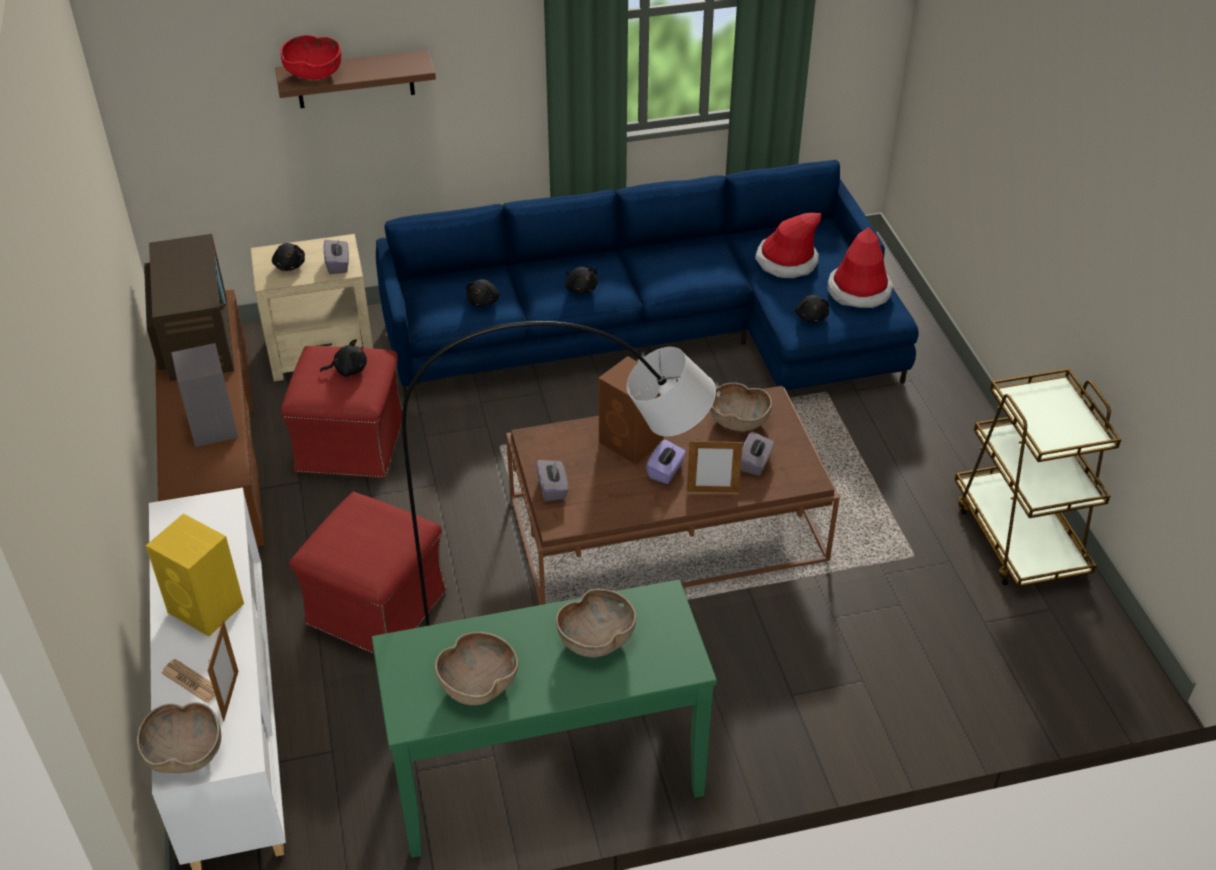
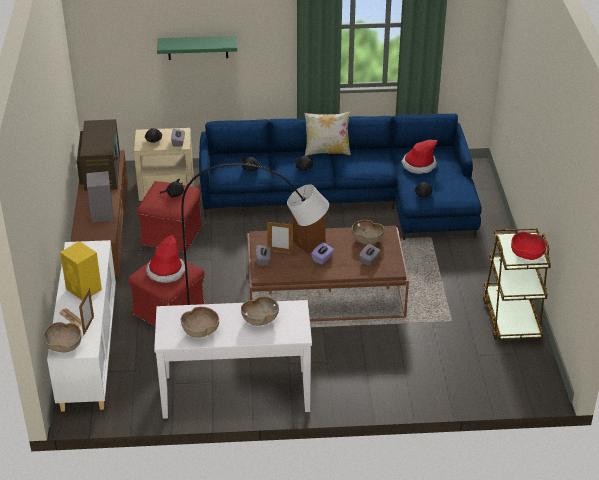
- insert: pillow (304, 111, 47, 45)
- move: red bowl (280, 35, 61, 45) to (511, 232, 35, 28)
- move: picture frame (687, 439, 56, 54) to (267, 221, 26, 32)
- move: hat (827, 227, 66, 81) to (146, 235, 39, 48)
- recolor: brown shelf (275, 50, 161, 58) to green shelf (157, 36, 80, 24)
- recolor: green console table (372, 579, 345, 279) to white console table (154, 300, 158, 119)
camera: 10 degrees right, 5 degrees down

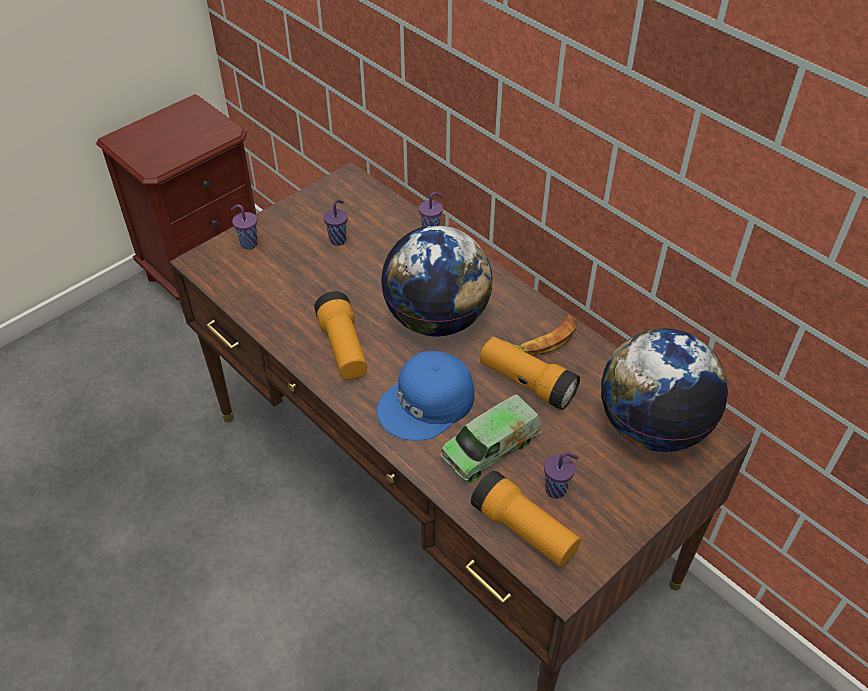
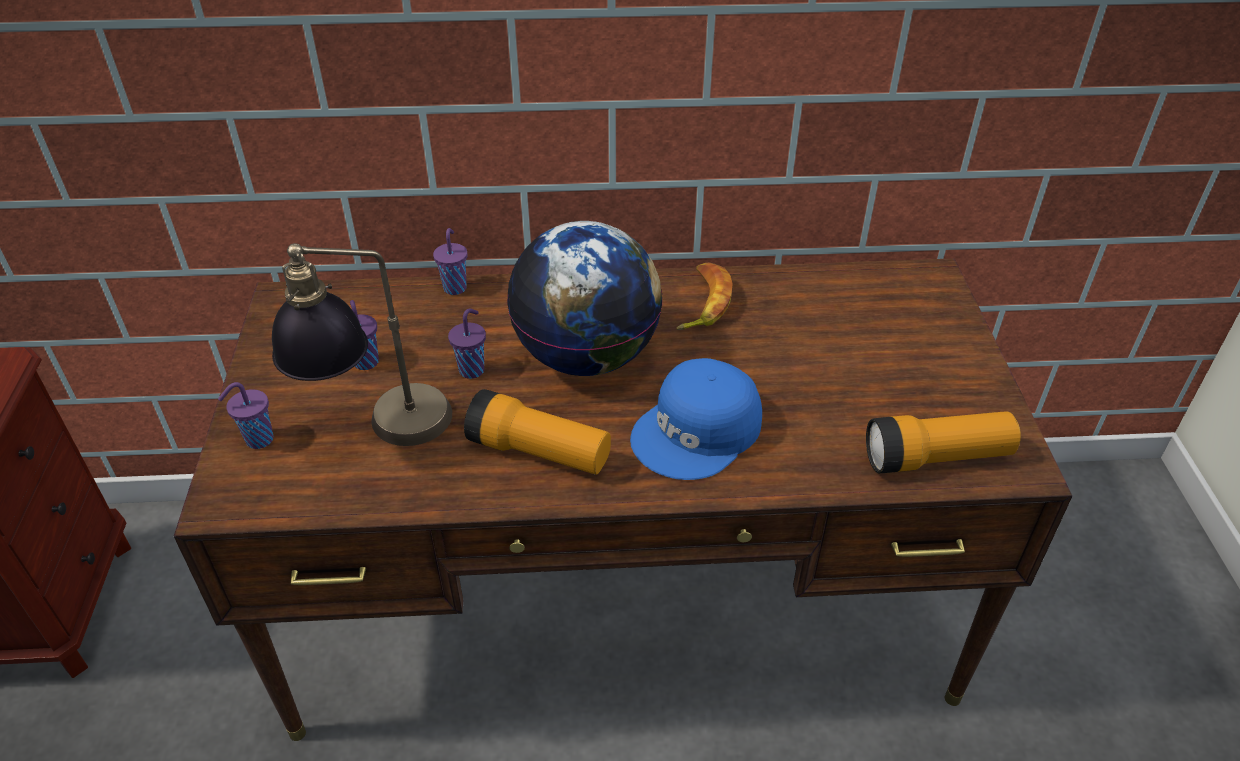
- delete: toy truck (440, 394, 101, 89)
- delete: flashlight (480, 337, 100, 73)
- delete: globe (601, 328, 127, 124)
- insert: table lamp (272, 243, 180, 203)
- move: purple cup (544, 452, 35, 47) to (448, 309, 38, 70)
- rotate: blue cap (377, 351, 98, 90) = (630, 358, 132, 122) 45 degrees clockwise
camera: 50 degrees left, 5 degrees down

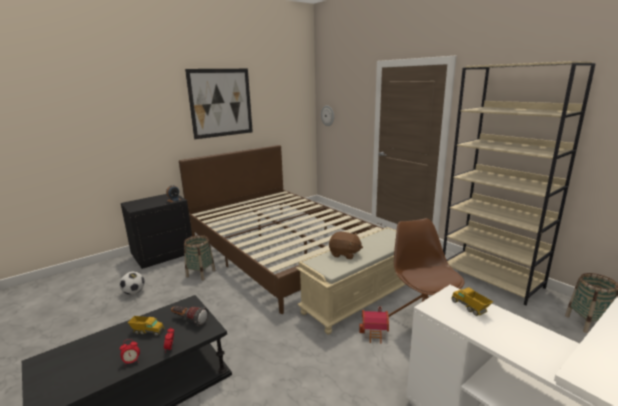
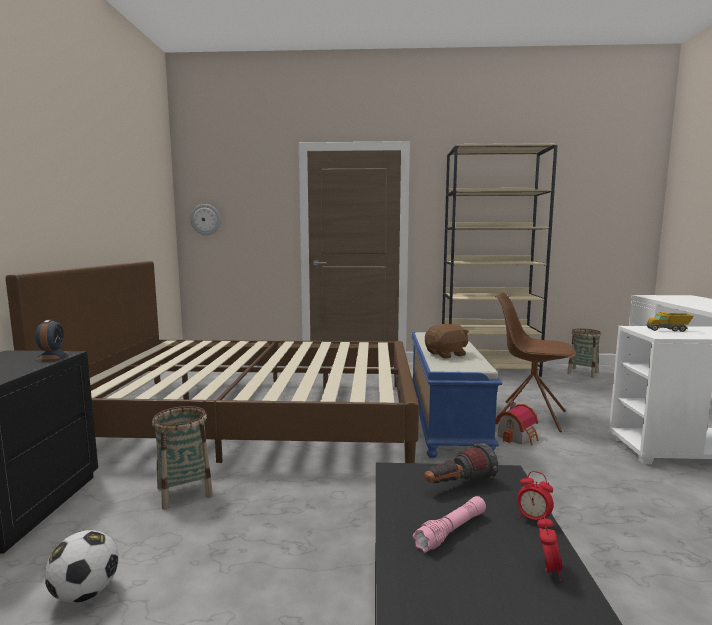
- delete: picture (185, 69, 68, 70)
- replace: toy truck (128, 316, 36, 20) to pink flashlight (412, 496, 74, 57)
- recolor: beige bench (296, 227, 110, 107) to blue bench (412, 332, 90, 126)
camera: 50 degrees left, 10 degrees down

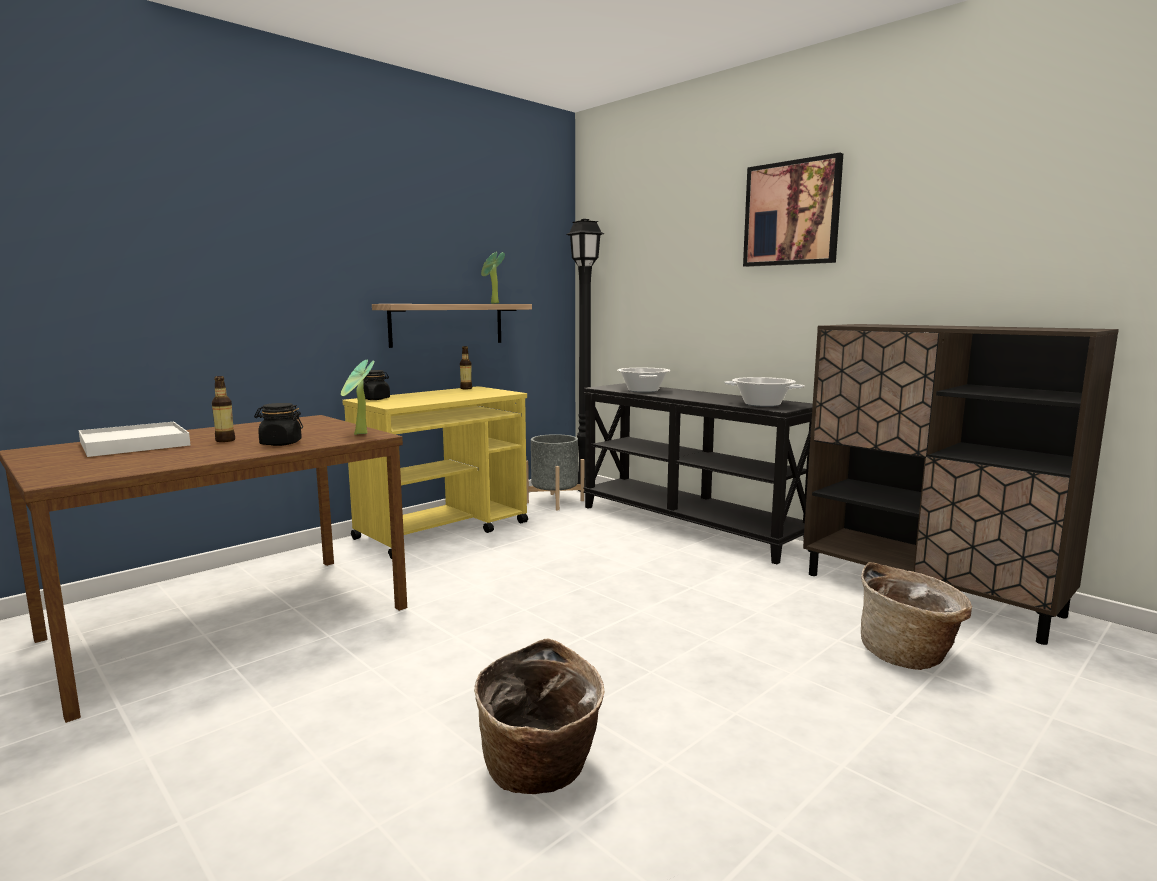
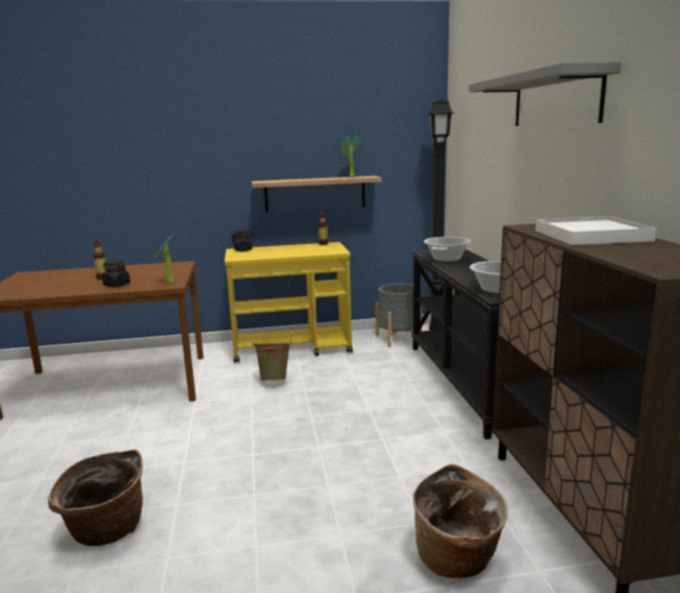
- insert: green bucket (253, 342, 39, 39)
- move: white tray (78, 422, 112, 35) to (536, 216, 120, 29)
- replace: picture (743, 153, 100, 114) to grey shelf (469, 62, 152, 64)
camera: 35 degrees right, 5 degrees up

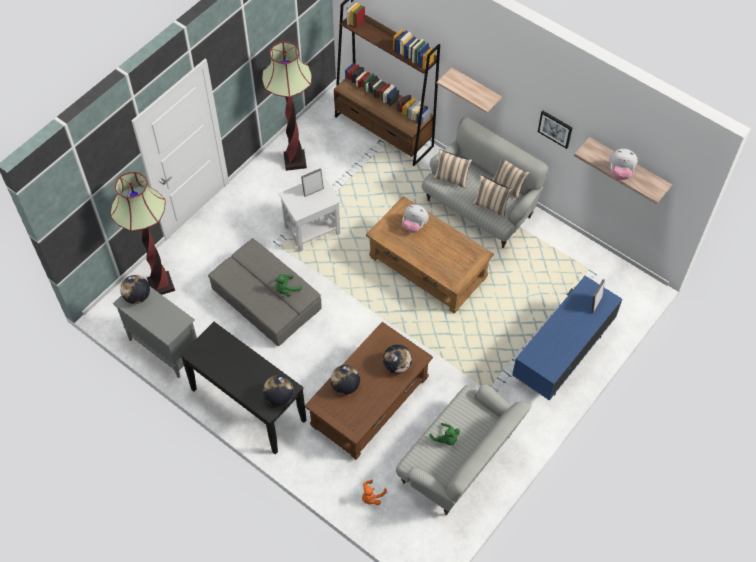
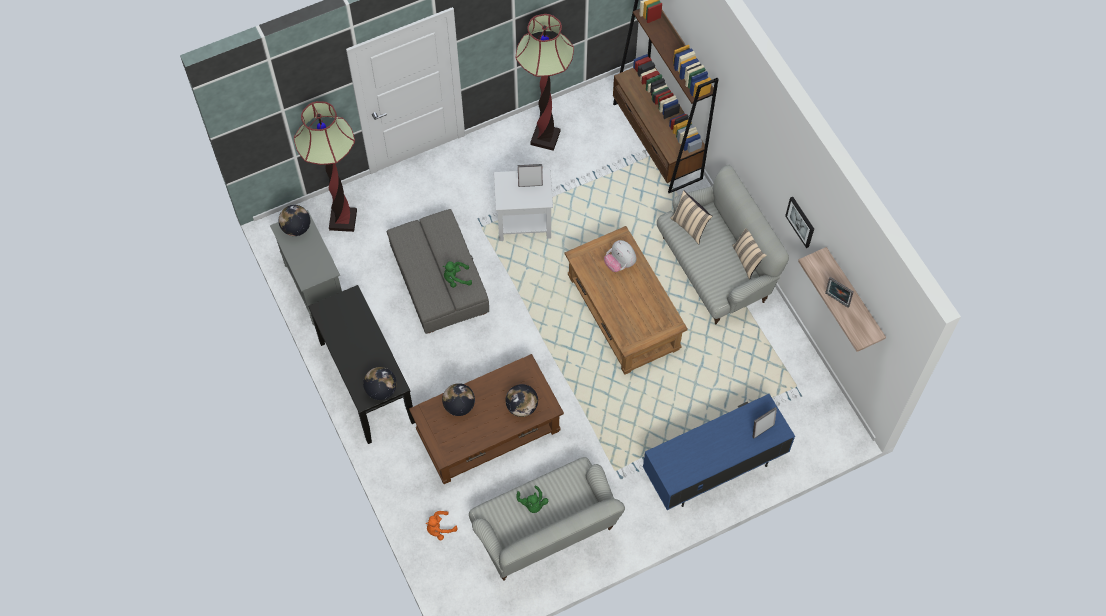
- delete: shelf (437, 67, 65, 46)
- delete: beige pillow (472, 175, 41, 43)
- replace: plush toy (609, 149, 29, 31) to picture frame (825, 277, 29, 31)
camera: 25 degrees right, 5 degrees up

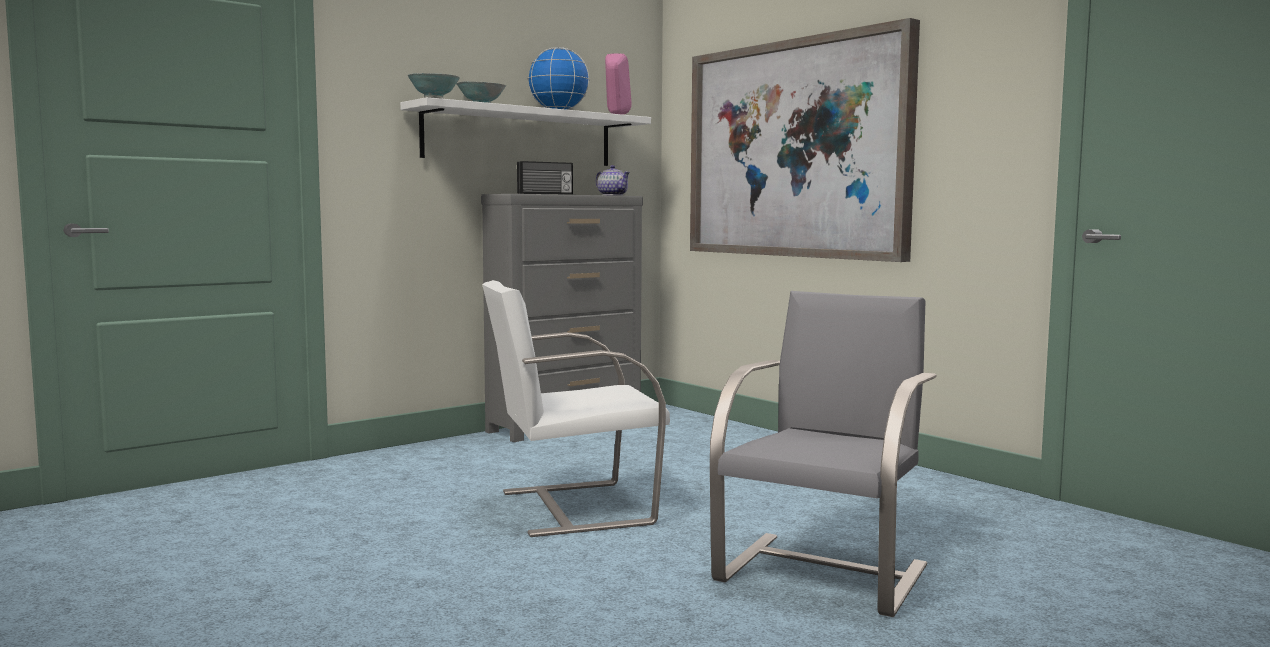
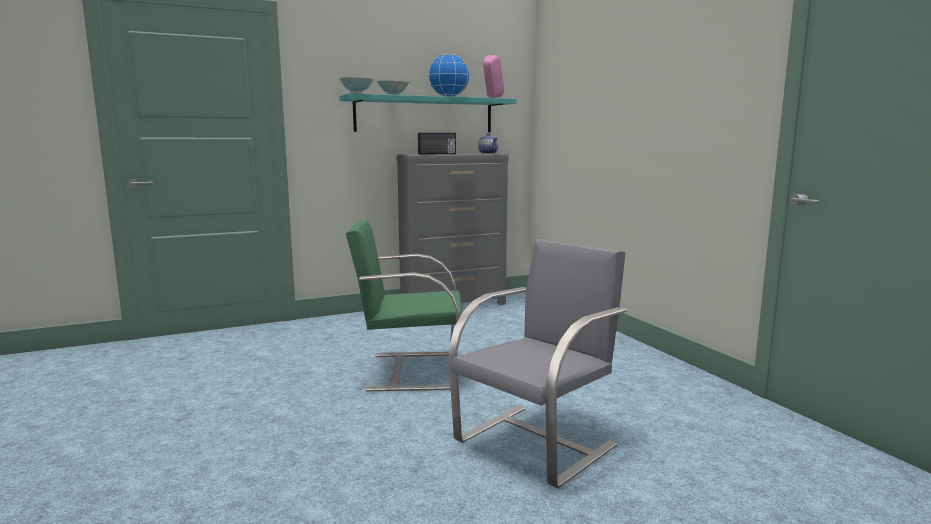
- delete: picture (690, 18, 230, 244)
- recolor: white shelf (400, 97, 251, 69) to turquoise shelf (340, 93, 177, 39)
- recolor: white chair (482, 280, 188, 257) to green chair (346, 219, 117, 172)
camera: 15 degrees right, 5 degrees up

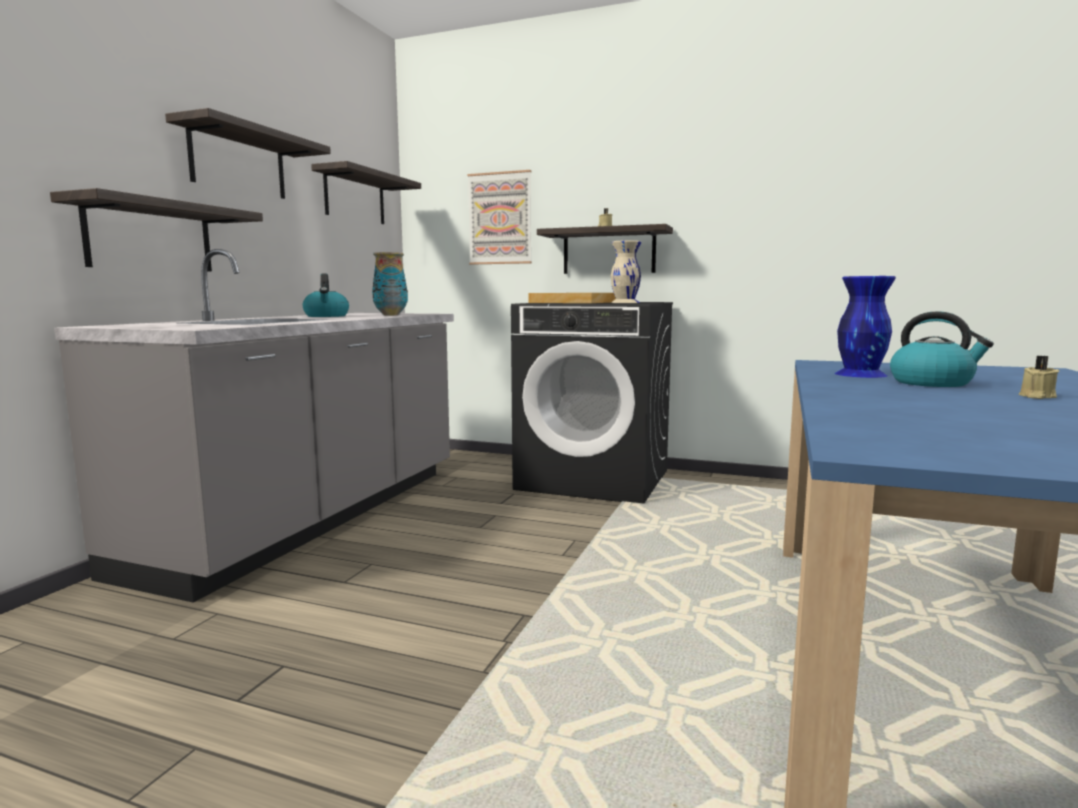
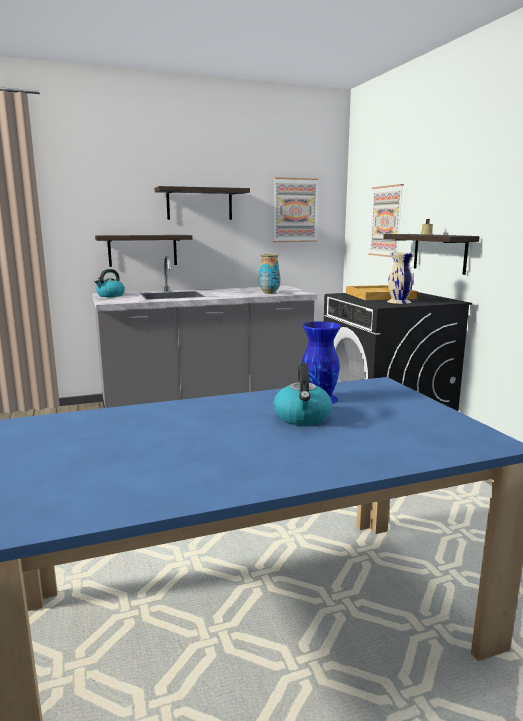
- delete: beige candle (1018, 356, 41, 43)
- move: kettle (302, 273, 47, 44) to (94, 269, 31, 28)
- replace: shelf (311, 161, 110, 63) to picture (273, 177, 45, 65)
camera: 50 degrees right, 5 degrees up

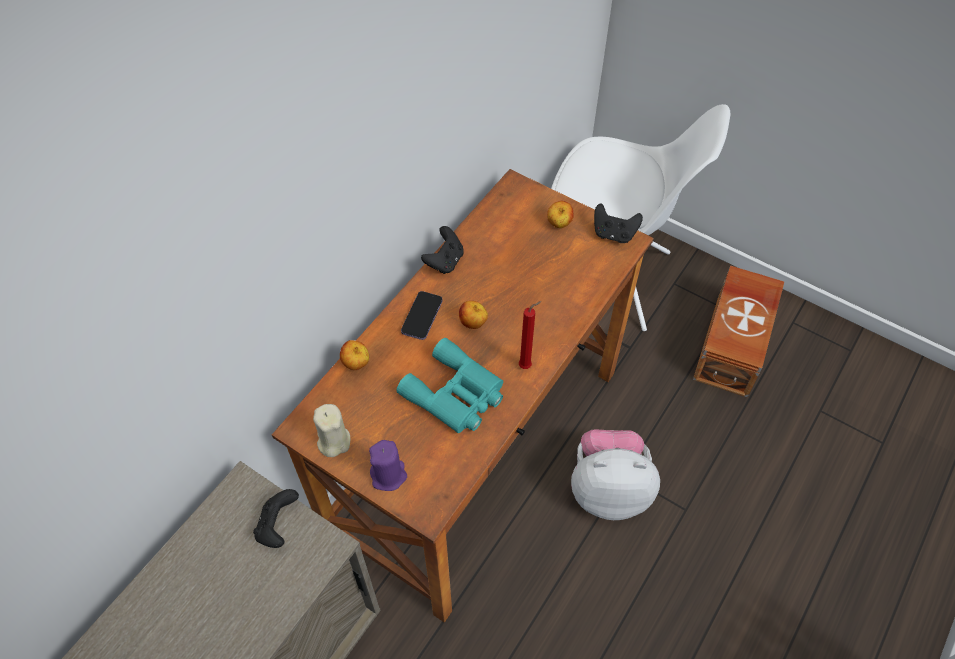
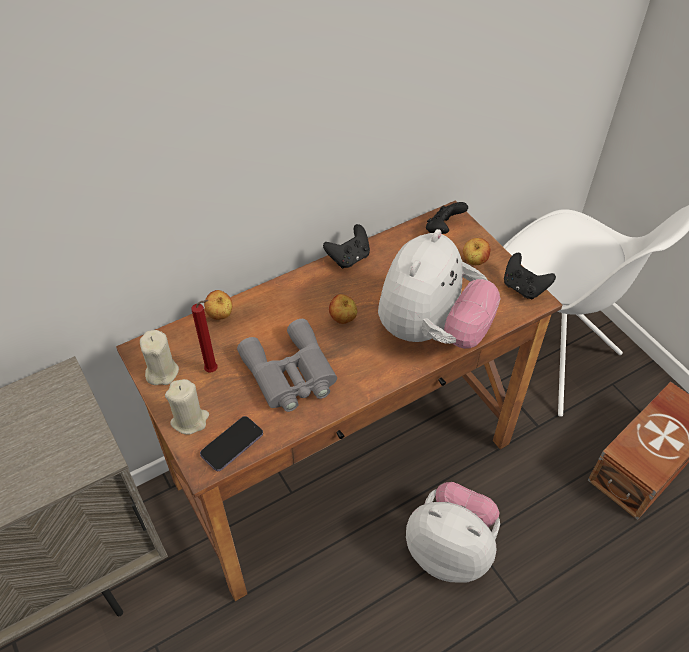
- insert: plush toy (378, 229, 122, 120)
- move: black game controller (253, 489, 46, 59) to (426, 202, 42, 32)
- move: phone (401, 291, 42, 49) to (200, 416, 63, 55)
- move: red candle (519, 301, 22, 68) to (191, 300, 27, 73)
- recolor: purple candle (369, 440, 38, 51) to beige candle (165, 379, 44, 56)
- recolor: turquoise binoculars (397, 338, 106, 95) to grey binoculars (237, 319, 100, 93)
camera: 25 degrees right, 5 degrees down

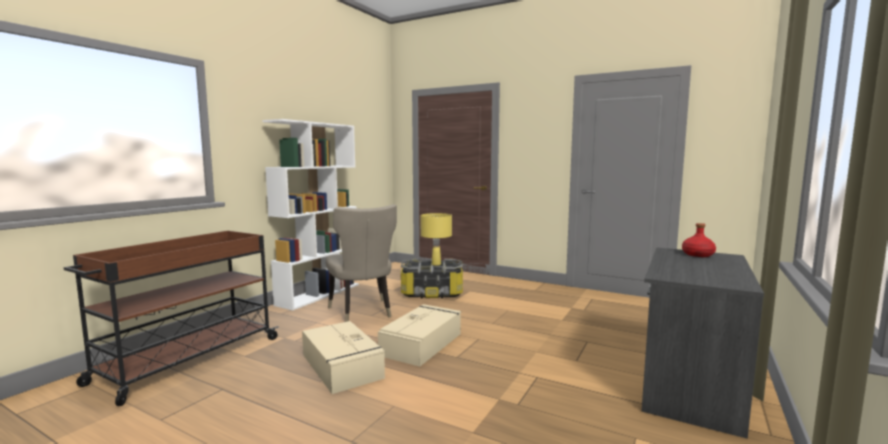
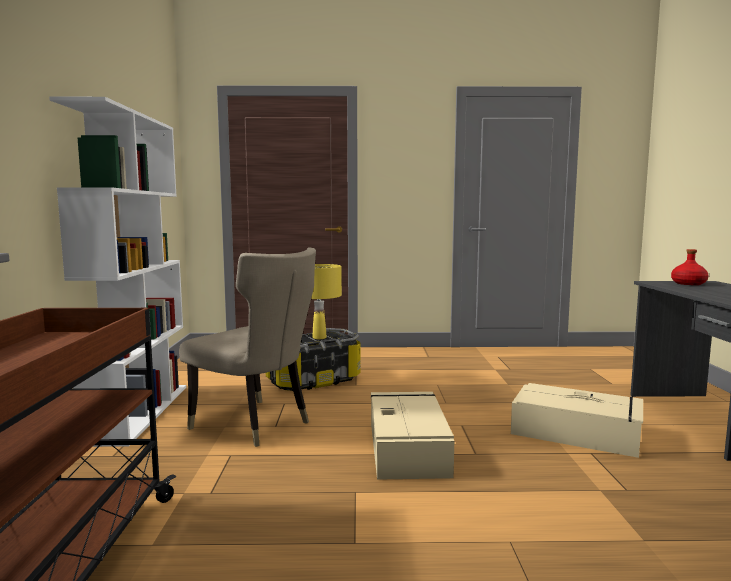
- move: beige storage box (302, 321, 83, 73) to (511, 383, 132, 75)
camera: 30 degrees left, 0 degrees up

